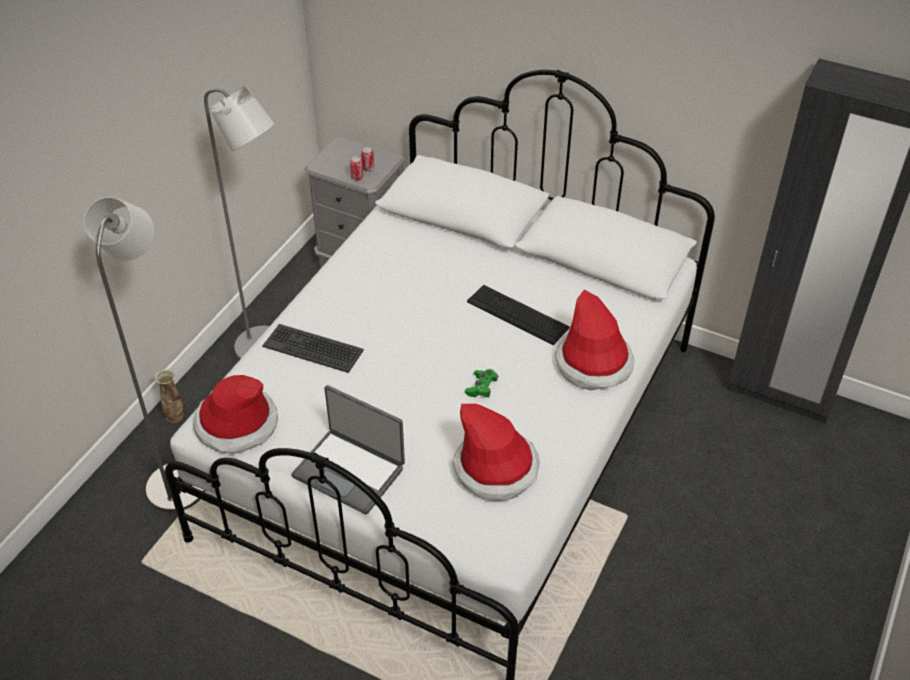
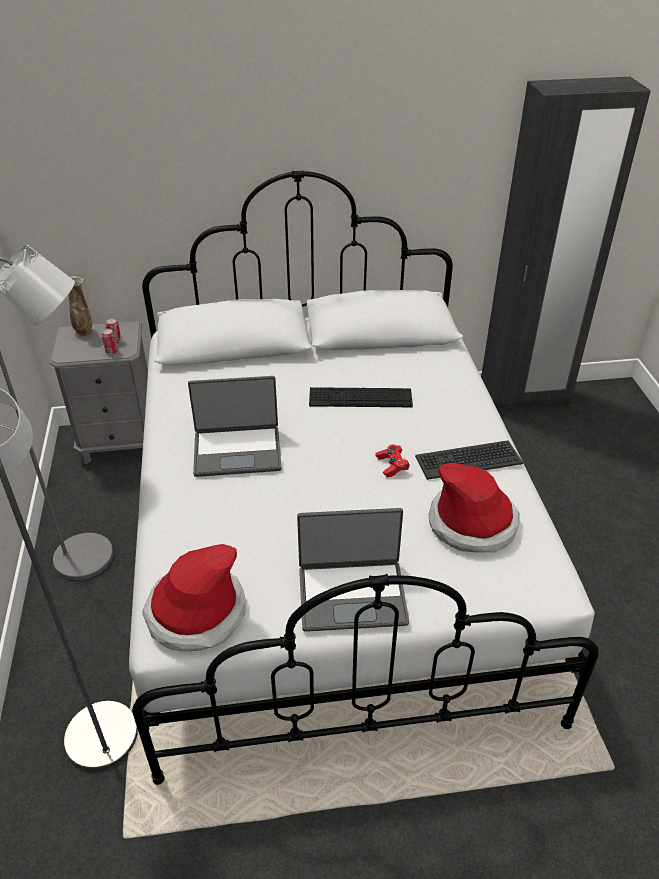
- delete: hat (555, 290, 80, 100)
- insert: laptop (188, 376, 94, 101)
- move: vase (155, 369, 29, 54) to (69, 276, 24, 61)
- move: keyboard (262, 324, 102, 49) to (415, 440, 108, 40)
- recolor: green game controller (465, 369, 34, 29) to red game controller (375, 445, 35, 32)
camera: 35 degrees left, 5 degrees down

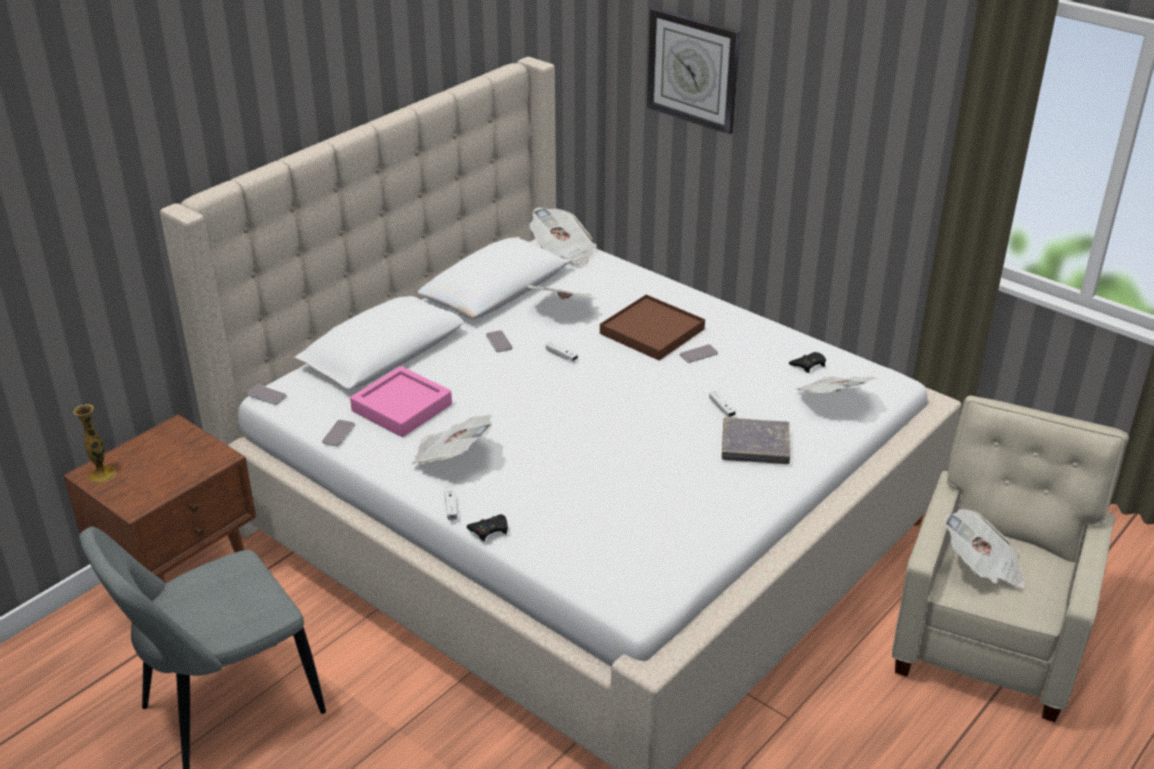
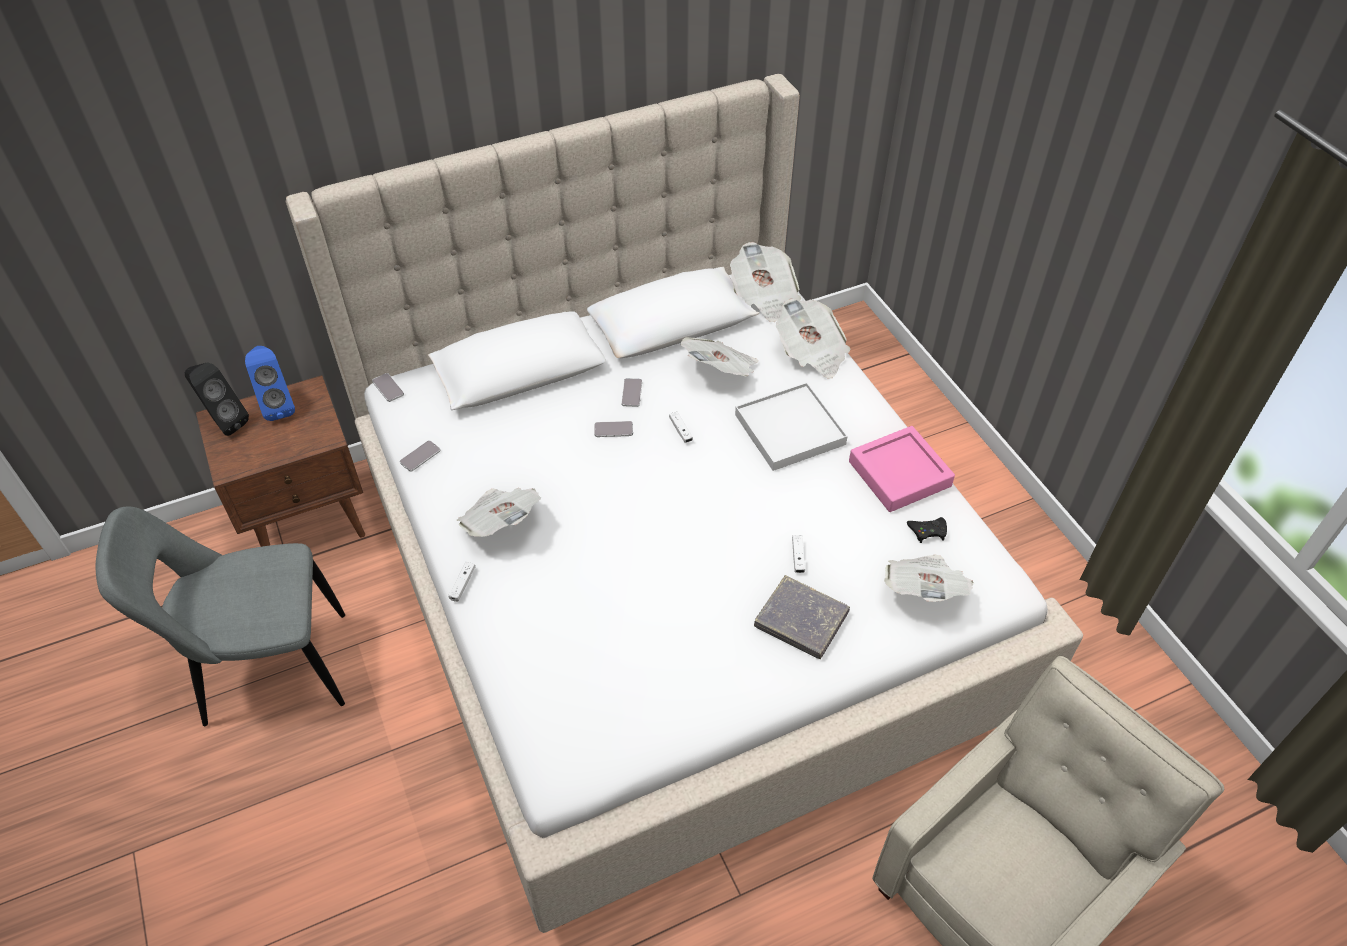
- delete: black game controller (466, 514, 42, 28)
- delete: wall clock (647, 8, 93, 127)
- insert: blue speaker (245, 346, 50, 75)
- move: pink tray (350, 366, 102, 71) to (849, 426, 106, 86)
- move: phone (680, 344, 38, 19) to (594, 421, 39, 16)
- move: newspaper (944, 509, 81, 79) to (776, 298, 75, 81)
- replace: vase (73, 404, 44, 79) to black speaker (185, 362, 64, 74)
- recolor: brown tray (600, 295, 105, 65) to white tray (735, 383, 113, 88)
camera: 25 degrees right, 15 degrees up

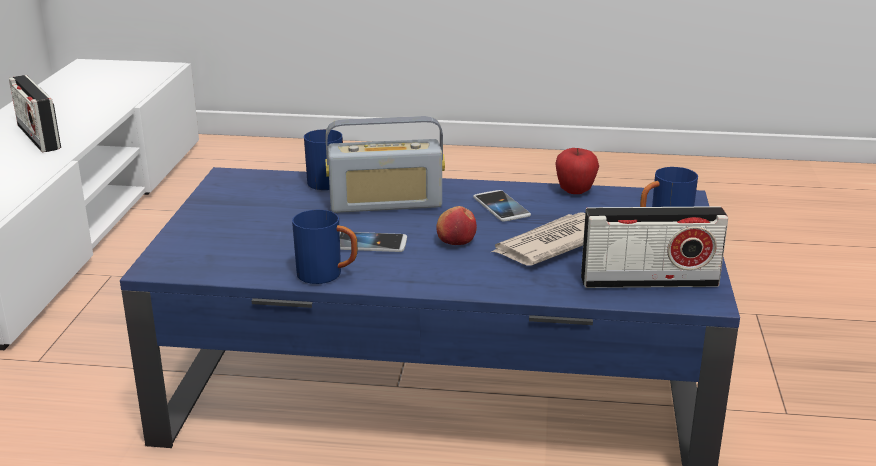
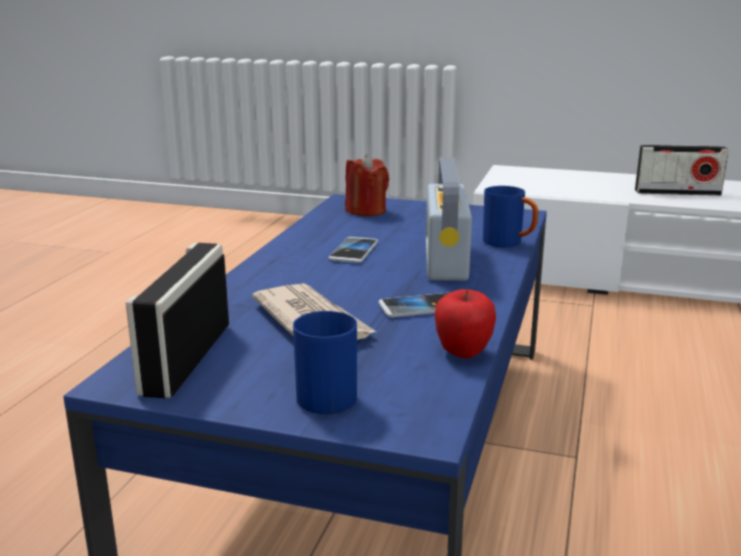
- delete: blue mug (292, 210, 66, 74)
- delete: apple (436, 206, 41, 39)
- insert: red candle (345, 154, 44, 62)
- rotate: radio (9, 75, 52, 77) = (635, 145, 94, 51) 150 degrees counterclockwise
camera: 100 degrees right, 5 degrees down

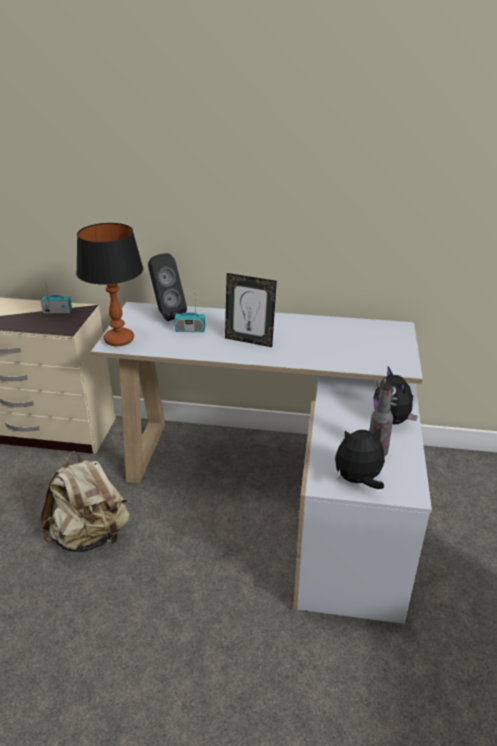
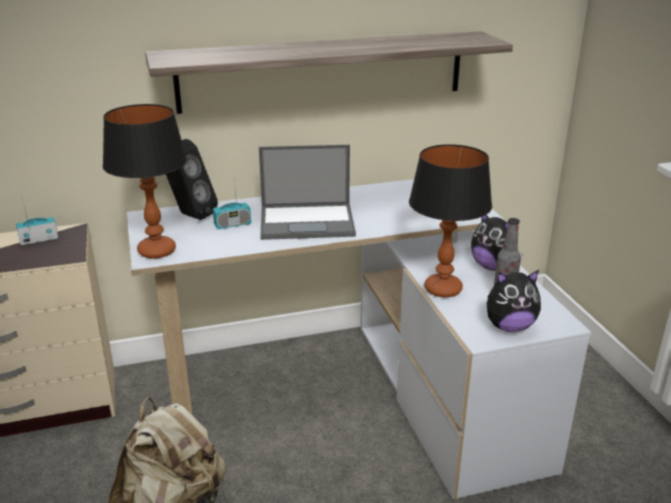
- insert: shelf (145, 31, 368, 83)
- insert: table lamp (409, 144, 83, 154)
- replace: picture frame (225, 273, 52, 74) to laptop (259, 145, 97, 95)
- rotate: plush toy (335, 427, 50, 62) = (487, 270, 54, 62) 150 degrees counterclockwise
camera: 25 degrees left, 5 degrees down

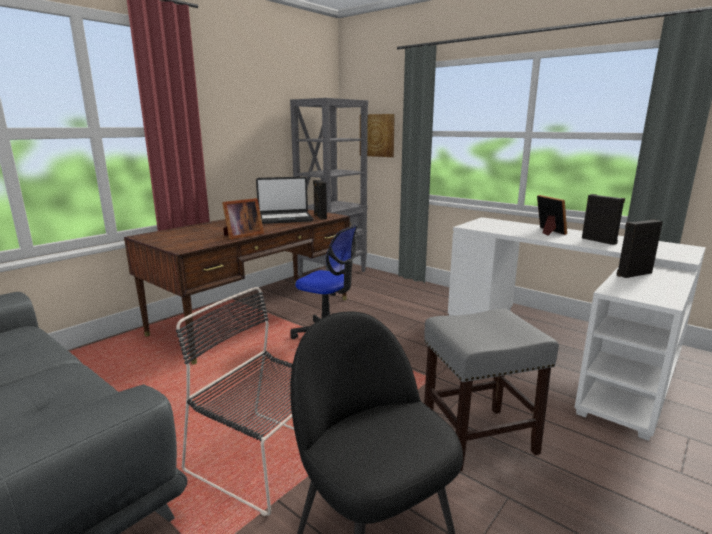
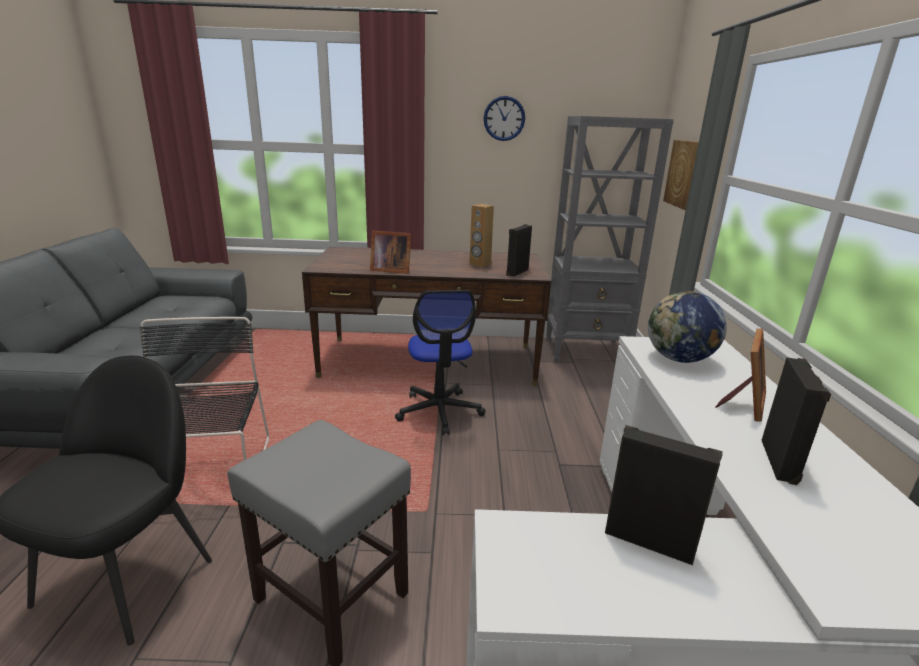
- insert: wall clock (484, 96, 41, 45)
- insert: globe (648, 291, 79, 72)
- replace: laptop (256, 177, 57, 47) to brown speaker (469, 204, 25, 64)
camera: 50 degrees right, 5 degrees up

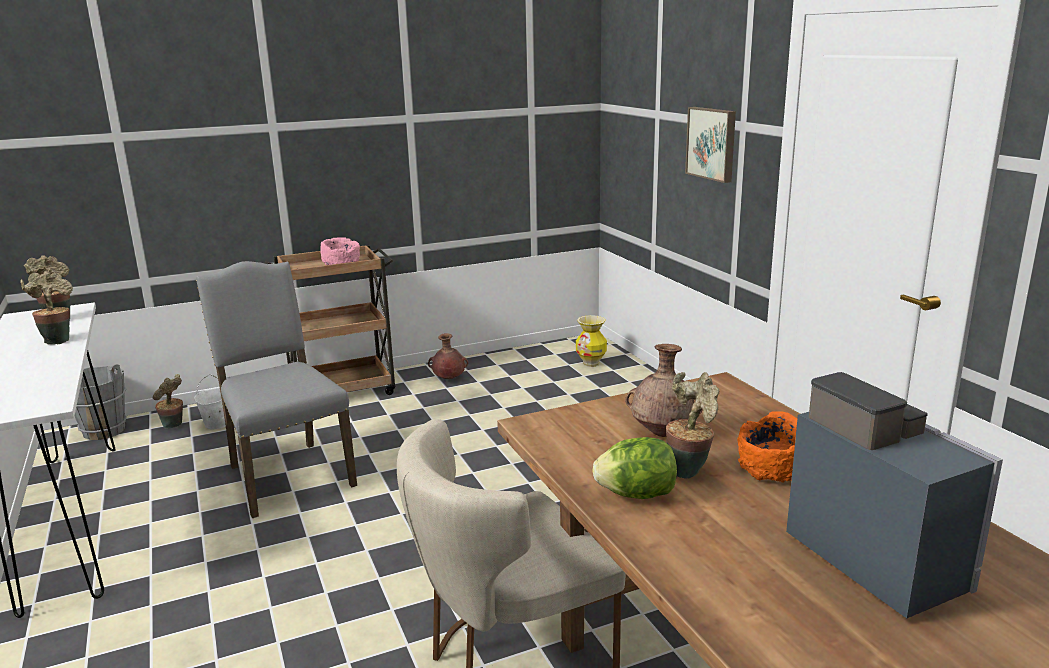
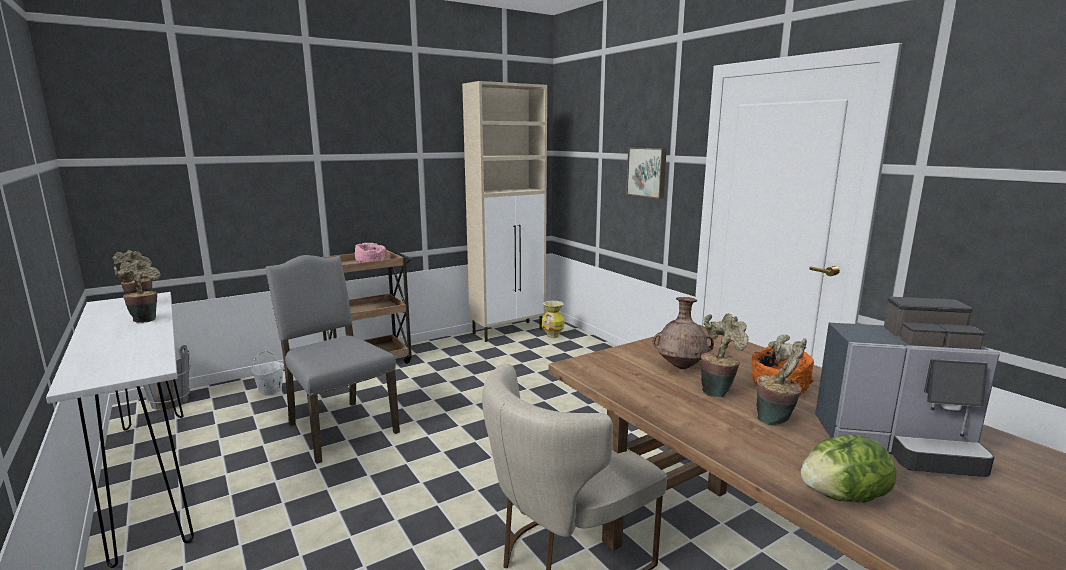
- delete: brown vase (428, 333, 40, 46)
- insert: beige cabinet (462, 81, 85, 261)
- move: potted plant (153, 374, 30, 55) to (756, 335, 51, 90)
- move: lettuce (592, 437, 85, 62) to (801, 435, 95, 68)
- rotate: coffee machine (786, 372, 217, 246) = (815, 297, 185, 180) 135 degrees clockwise
camera: 10 degrees left, 5 degrees down

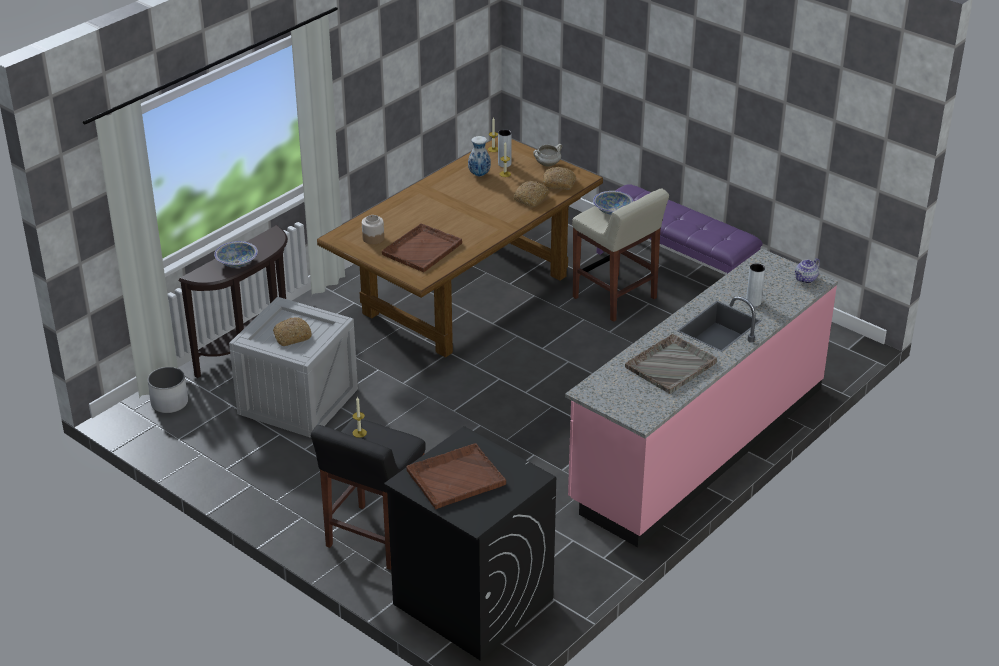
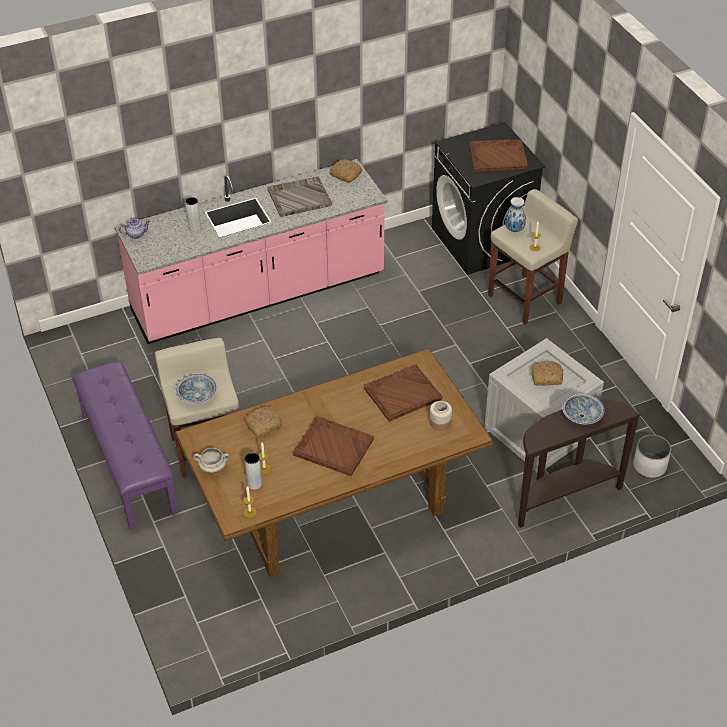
- insert: brown tray (293, 416, 81, 60)
- move: vase (468, 136, 23, 40) to (505, 197, 21, 35)
- move: bread (543, 167, 33, 23) to (329, 159, 34, 24)
- recolor: black stool (311, 419, 115, 151) to beige stool (488, 189, 90, 136)
camera: 155 degrees left, 10 degrees up

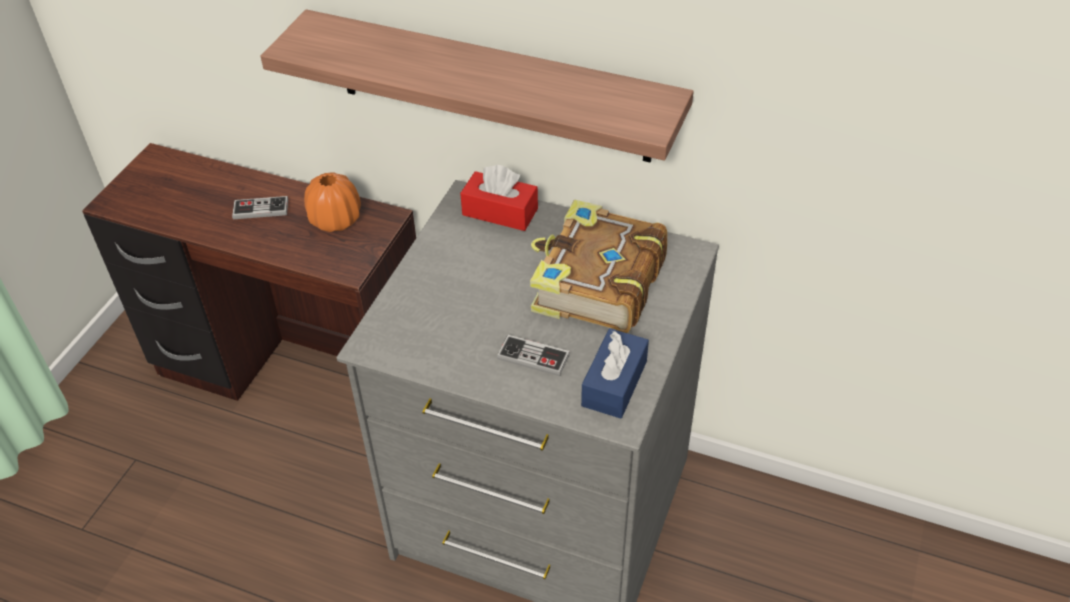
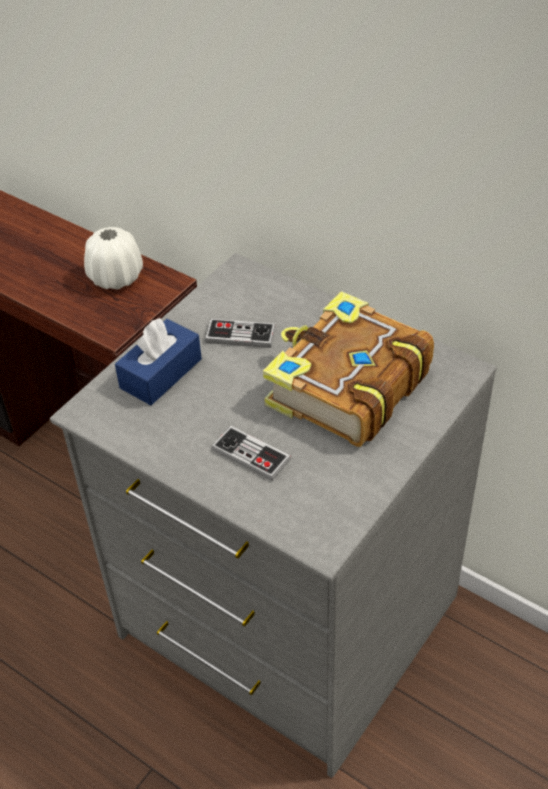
- delete: shelf (260, 9, 434, 153)
- delete: red tissue box (460, 165, 78, 66)
- move: game controller (232, 196, 56, 23) to (205, 319, 70, 29)
- move: blue tissue box (581, 328, 68, 91) to (115, 318, 87, 87)
- recolor: orange vase (304, 172, 57, 60) to white vase (84, 227, 59, 63)
camera: 15 degrees right, 0 degrees up

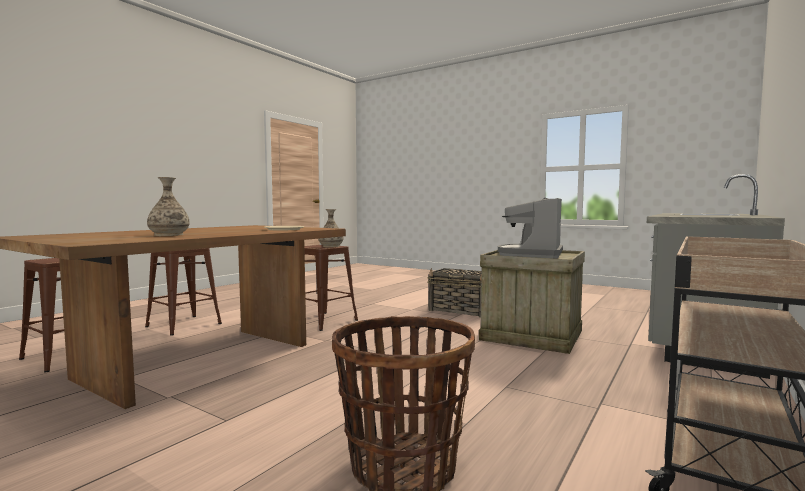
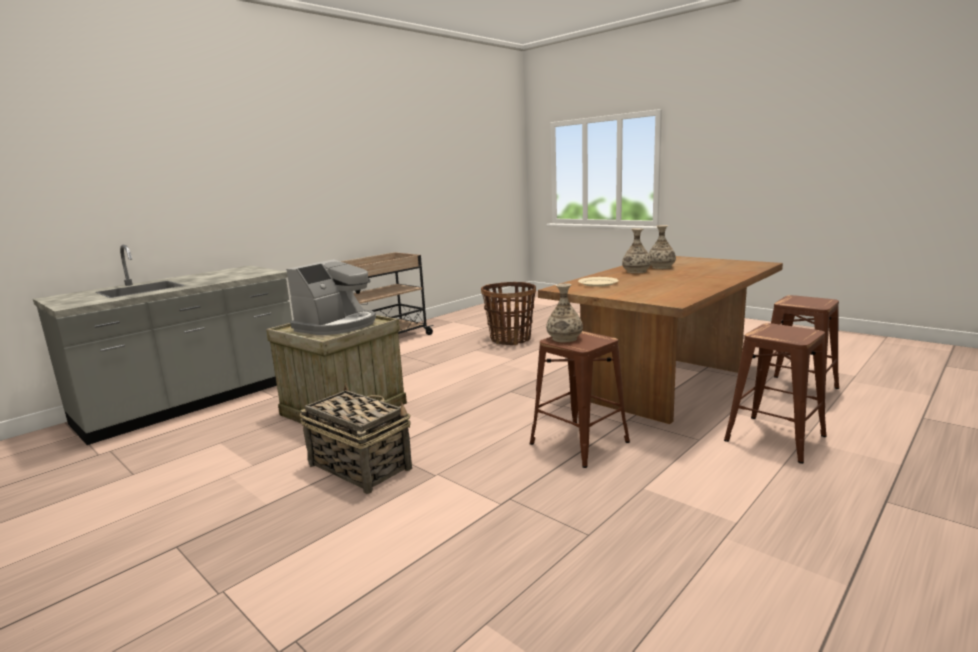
- insert: vase (622, 228, 29, 46)
camera: 170 degrees left, 10 degrees up

